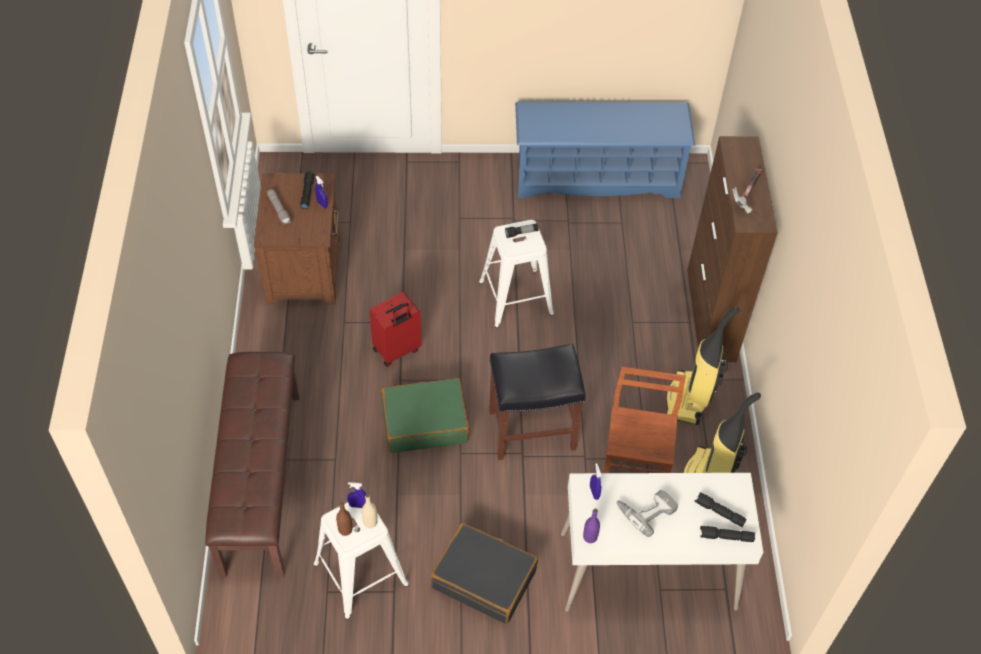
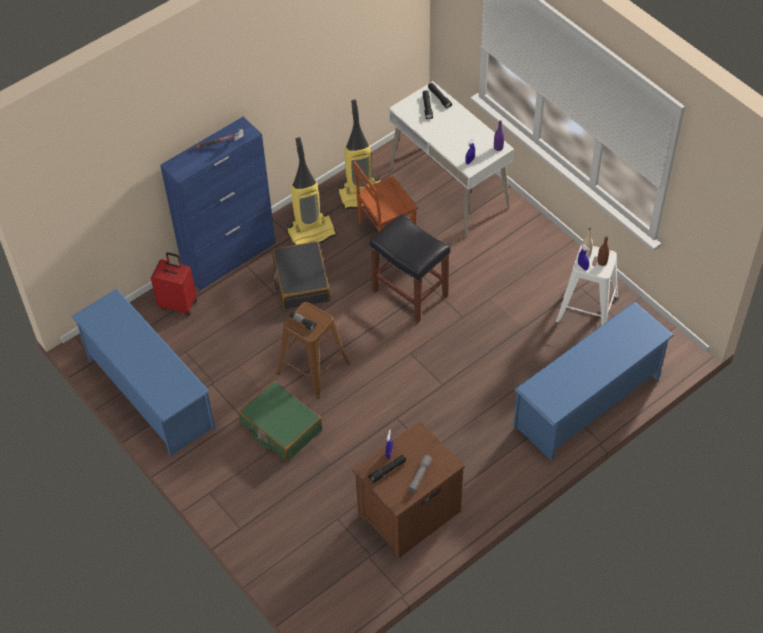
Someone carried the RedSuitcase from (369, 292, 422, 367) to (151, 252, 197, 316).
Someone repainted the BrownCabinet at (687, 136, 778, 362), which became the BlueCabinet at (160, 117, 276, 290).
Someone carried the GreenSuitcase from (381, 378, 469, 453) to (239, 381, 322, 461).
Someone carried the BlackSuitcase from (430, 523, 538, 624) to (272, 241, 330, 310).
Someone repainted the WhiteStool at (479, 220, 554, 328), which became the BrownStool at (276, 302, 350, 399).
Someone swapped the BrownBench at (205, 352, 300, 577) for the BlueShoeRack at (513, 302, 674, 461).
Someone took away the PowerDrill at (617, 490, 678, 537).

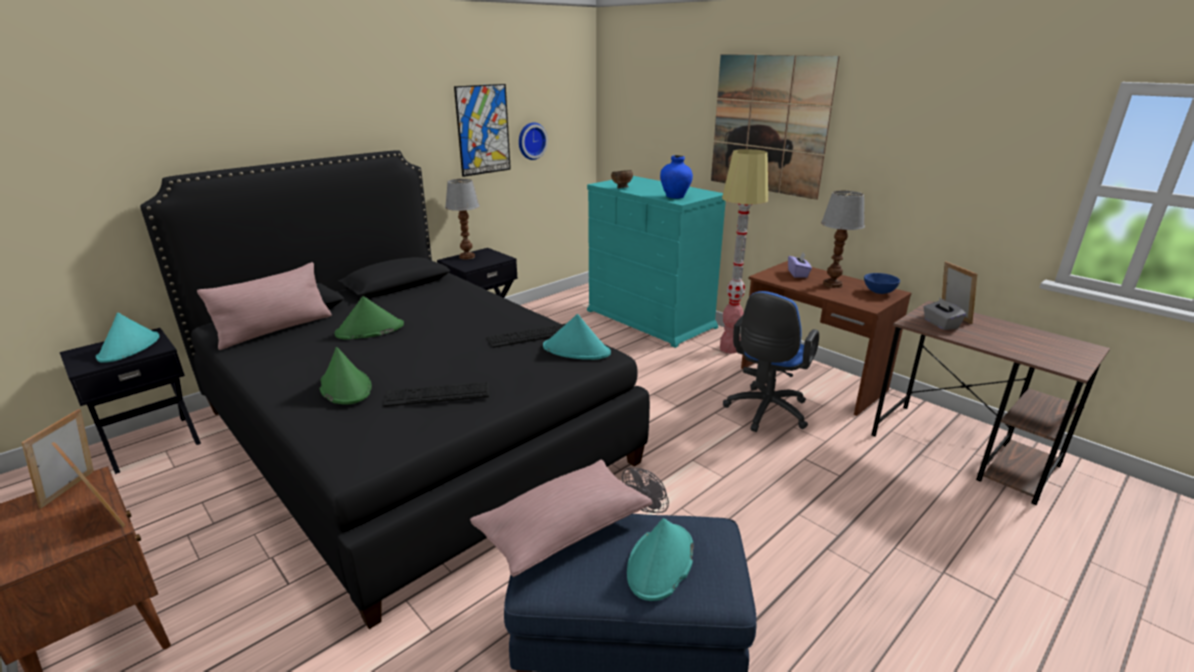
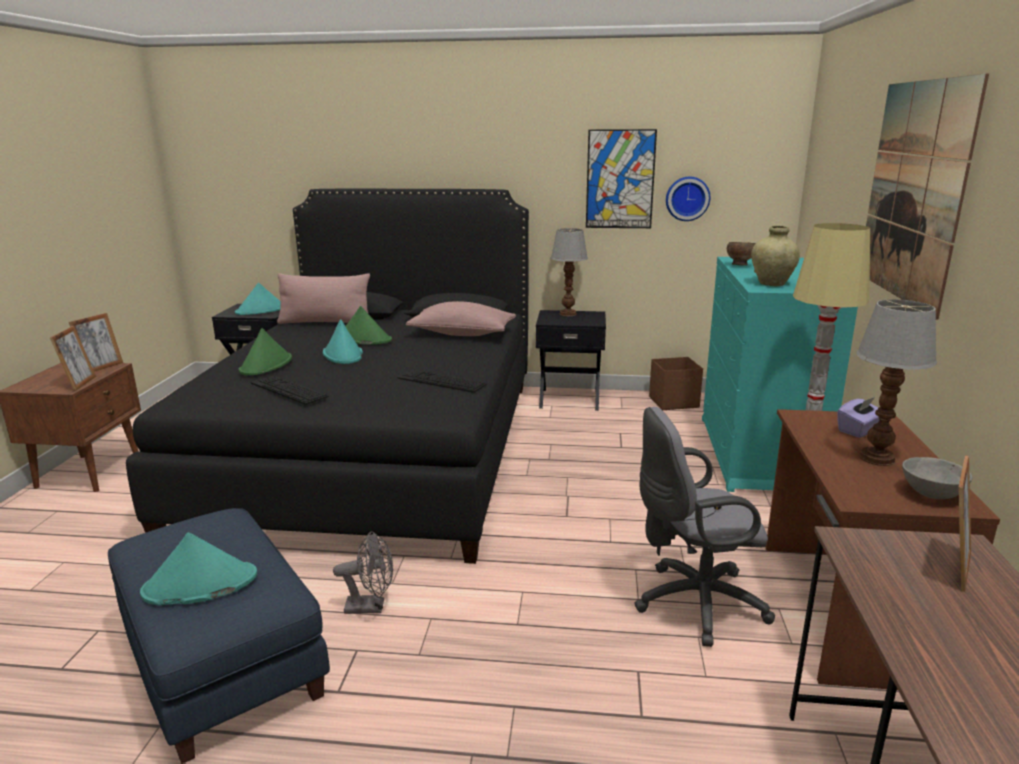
Someone rotated the PictureFrame at (21, 409, 94, 509) by 150 degrees clockwise.
Someone carried the TurquoiseHat from (543, 314, 611, 360) to (323, 319, 363, 364).
Someone carried the PinkPillow from (470, 460, 652, 577) to (406, 301, 516, 336).
Someone repainted the BlueOfficeChair at (723, 291, 819, 432), which became the GreyOfficeChair at (634, 407, 775, 647).
Someone put down the BrownStorageBox at (649, 357, 703, 410).
Someone repainted the BlueVase at (660, 155, 693, 199), which became the BeigeVase at (751, 226, 800, 286).
Someone repainted the BlueBowl at (864, 273, 900, 294), which became the GreyBowl at (902, 457, 972, 499).
Someone took away the GreyTissueBox at (923, 297, 966, 330).

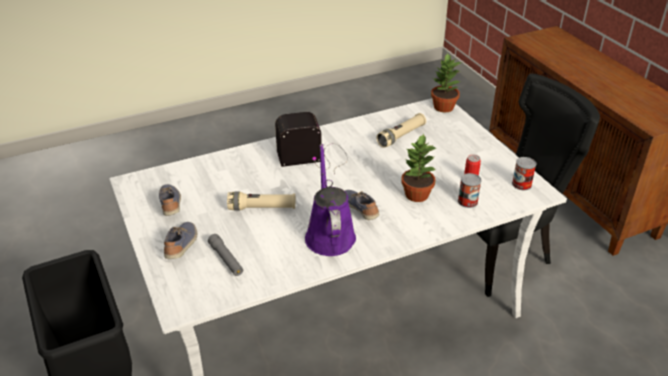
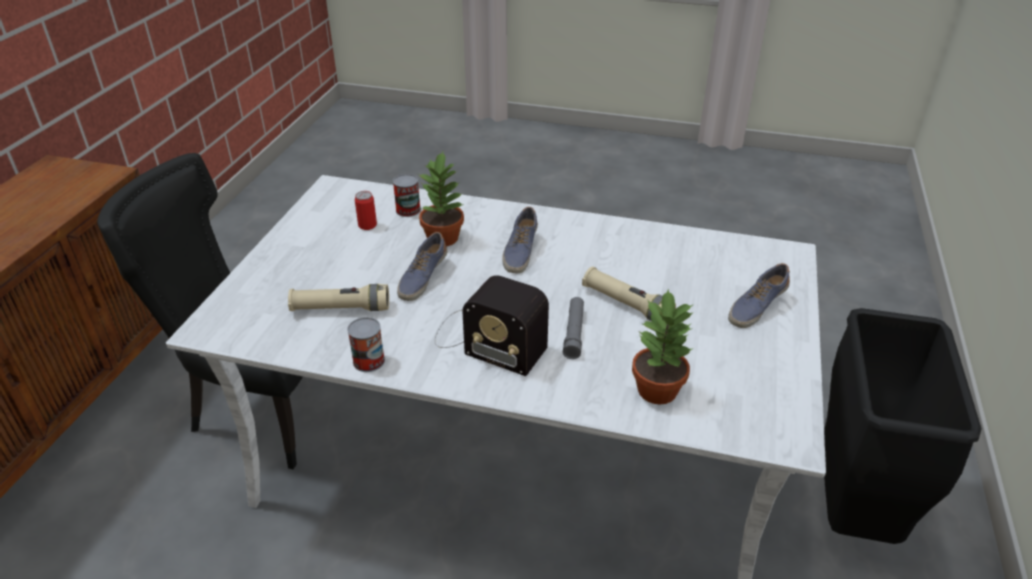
Someone carried the Can from (512, 157, 536, 190) to (347, 317, 385, 372).
Someone carried the Shoe from (159, 184, 181, 216) to (397, 232, 448, 301).
Someone carried the GreyFlashlight from (208, 234, 243, 276) to (563, 297, 584, 359).
Someone carried the PottedPlant from (431, 53, 462, 112) to (632, 289, 694, 404).
Someone took away the PurpleWateringCan at (305, 144, 356, 256).

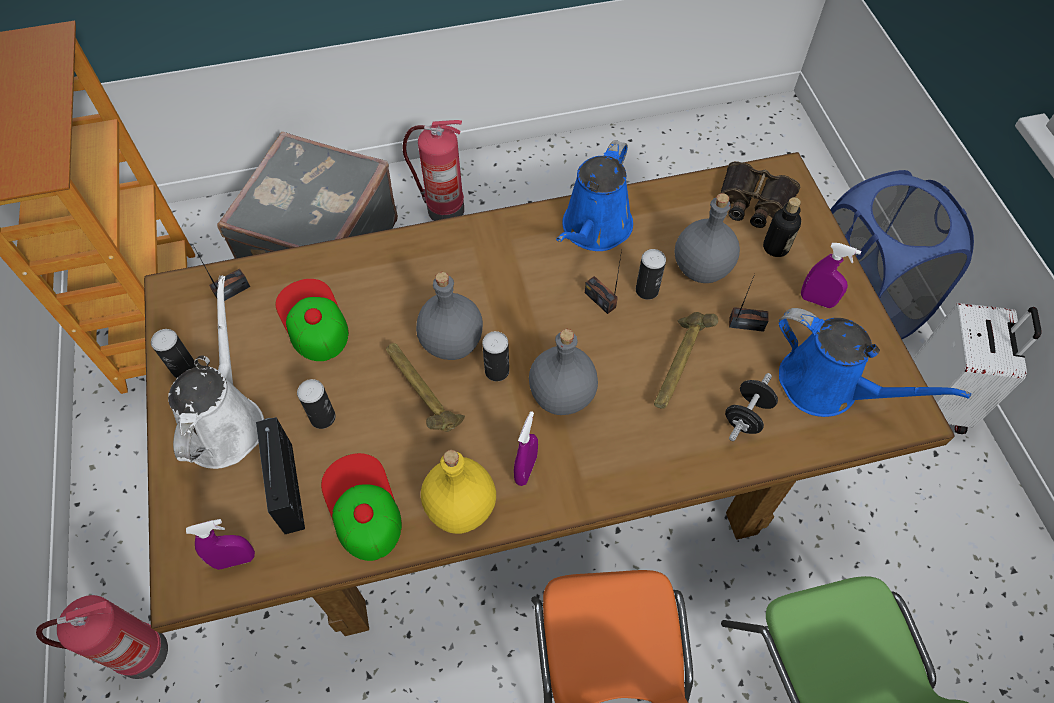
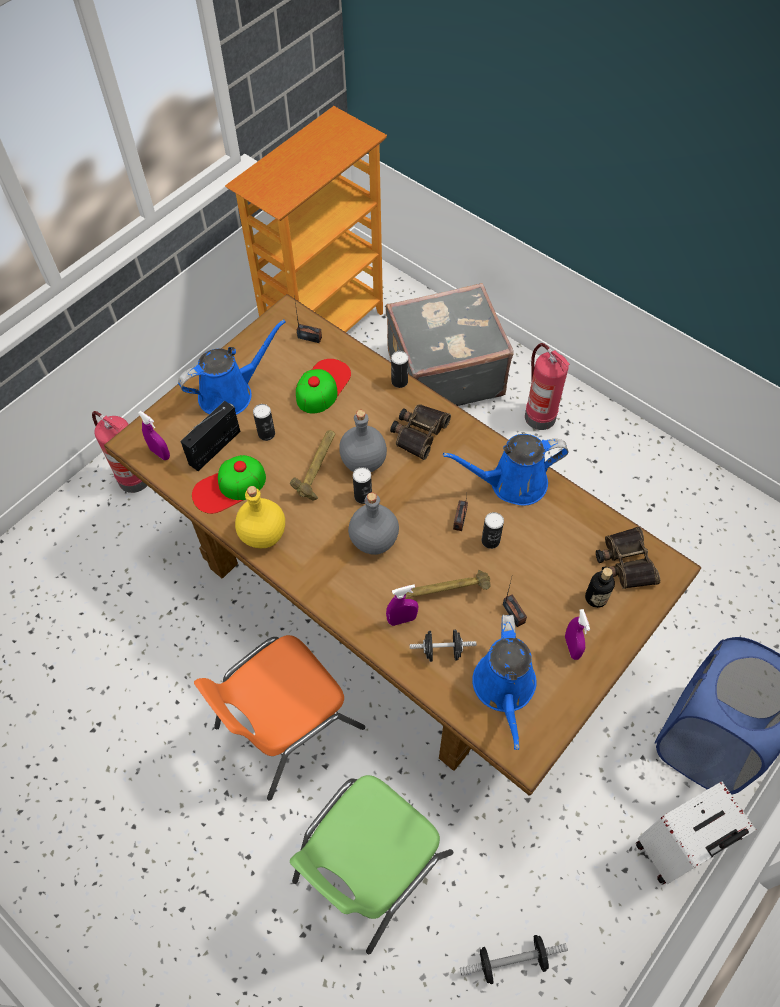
Someone repainted the WhiteWateringCan at (168, 276, 264, 469), which became the BlueWateringCan at (178, 319, 286, 415).
Someone rotated the Cap at (321, 453, 402, 561) by 150 degrees counterclockwise.
Someone carried the PurpleSprayBottle from (514, 411, 538, 486) to (386, 585, 418, 626).
Someone put down the Binoculars at (390, 404, 451, 460).
Someone carried the Can from (151, 329, 196, 378) to (391, 351, 408, 388).
Someone put down the Dumbbell at (460, 935, 568, 984).
Someone took away the GreyBottle at (675, 193, 740, 283).

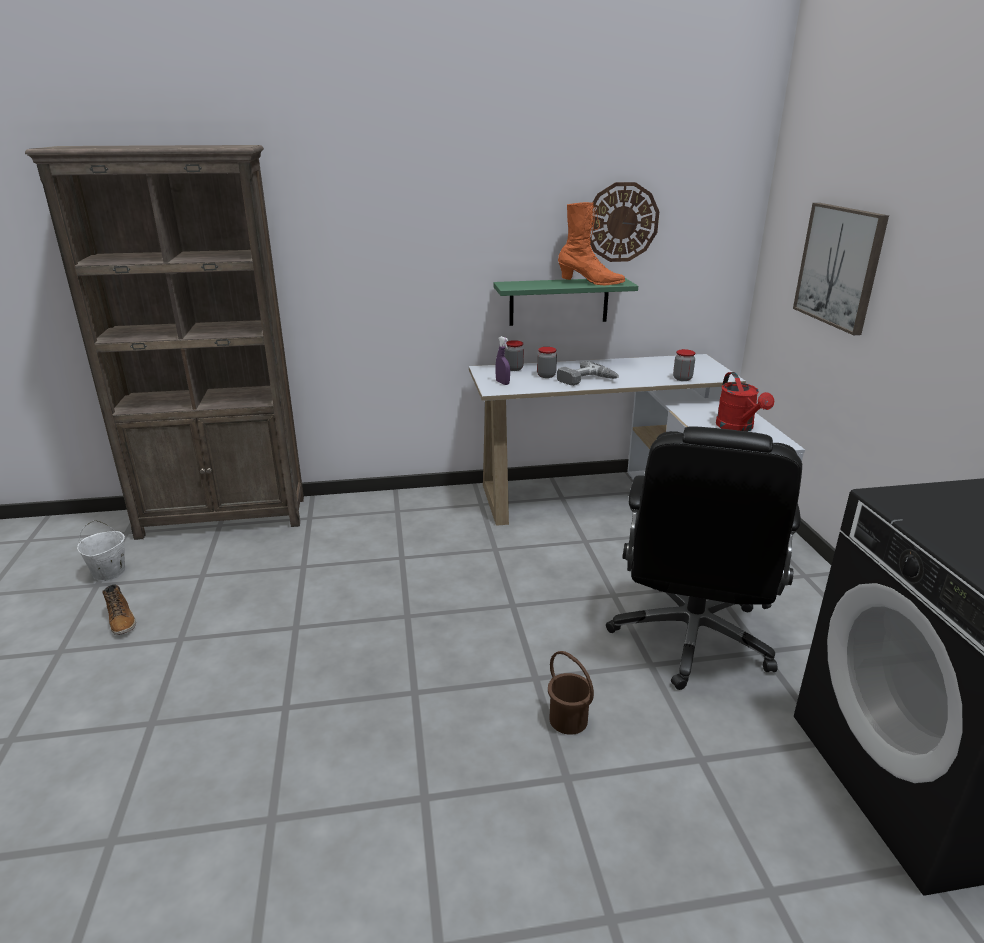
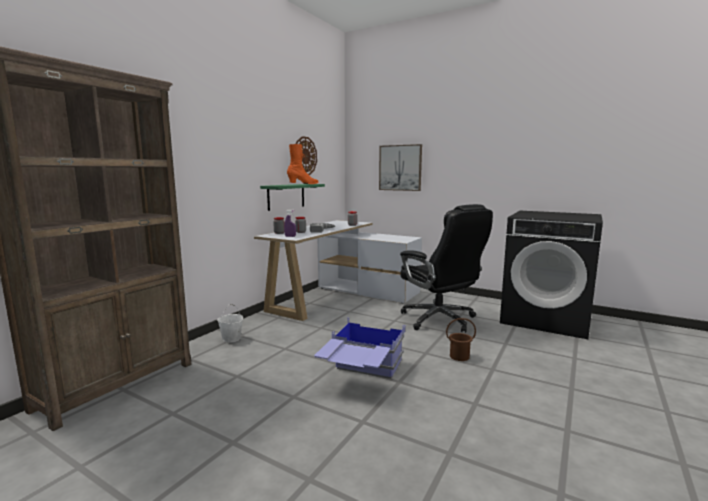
Someone carried the WhiteBucket from (77, 520, 125, 581) to (217, 304, 243, 343).
Someone put down the BlueStorageBox at (314, 318, 405, 379).
Someone took away the Boot at (102, 585, 136, 635).
Someone took away the RedWateringCan at (716, 372, 774, 432).

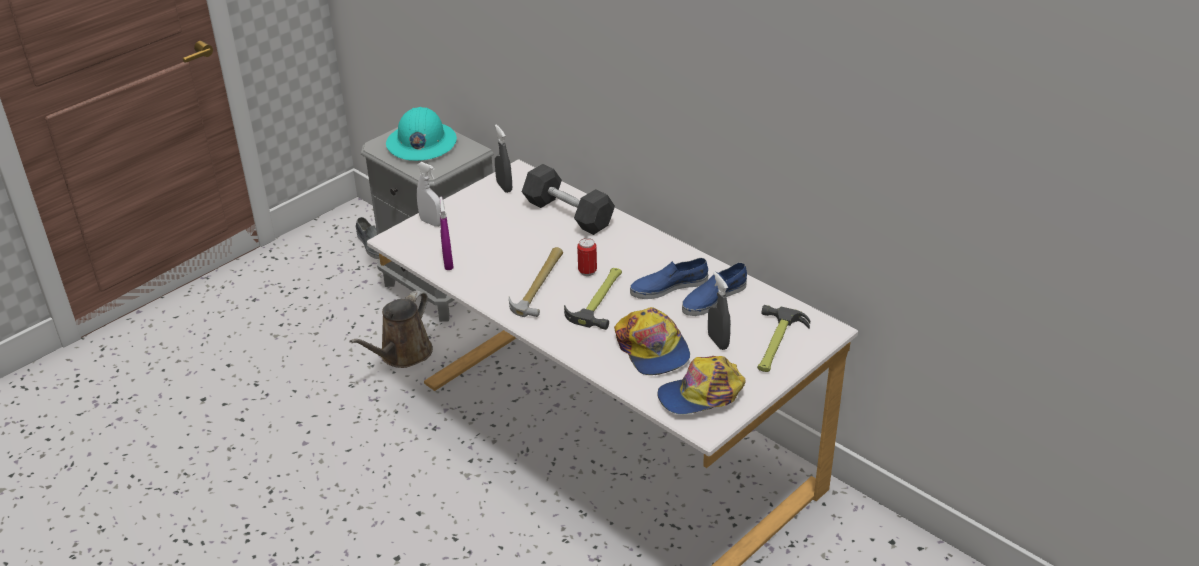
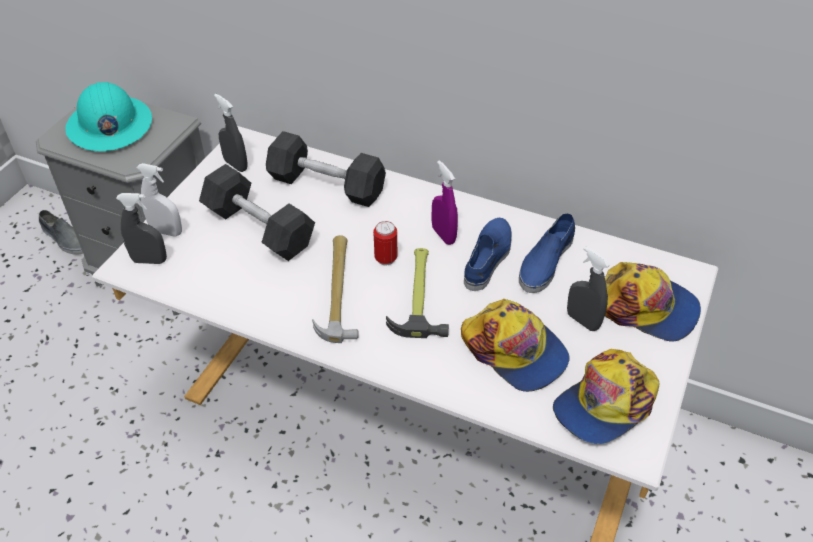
Someone put down the GreySprayBottle at (116, 193, 167, 264).
Someone put down the GreyDumbbell at (199, 164, 315, 261).
Someone carried the PurpleSprayBottle from (439, 197, 454, 270) to (432, 160, 458, 245).
Someone rotated the BlueShoe at (630, 258, 708, 299) by 150 degrees clockwise.
Someone swapped the Hammer at (757, 305, 810, 372) for the Cap at (605, 262, 701, 342).
Someone took away the BrownWateringCan at (350, 290, 433, 368).

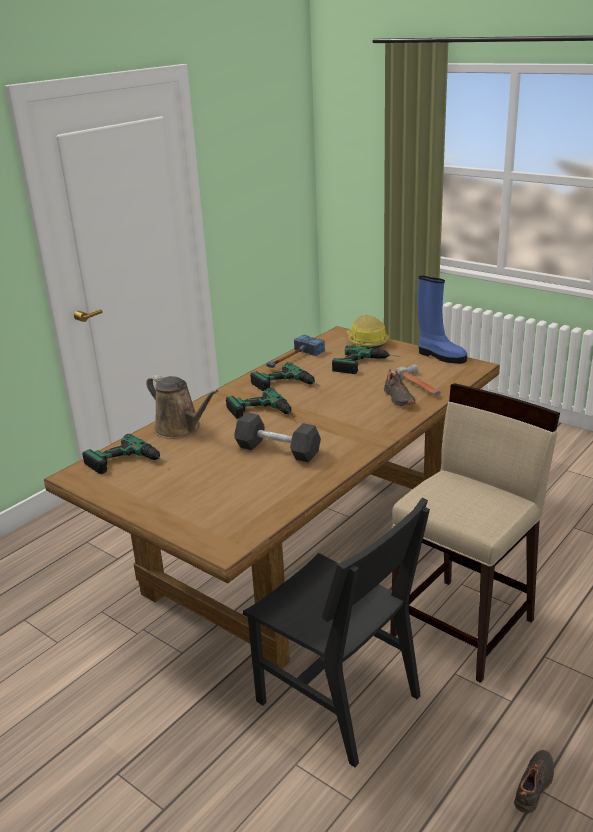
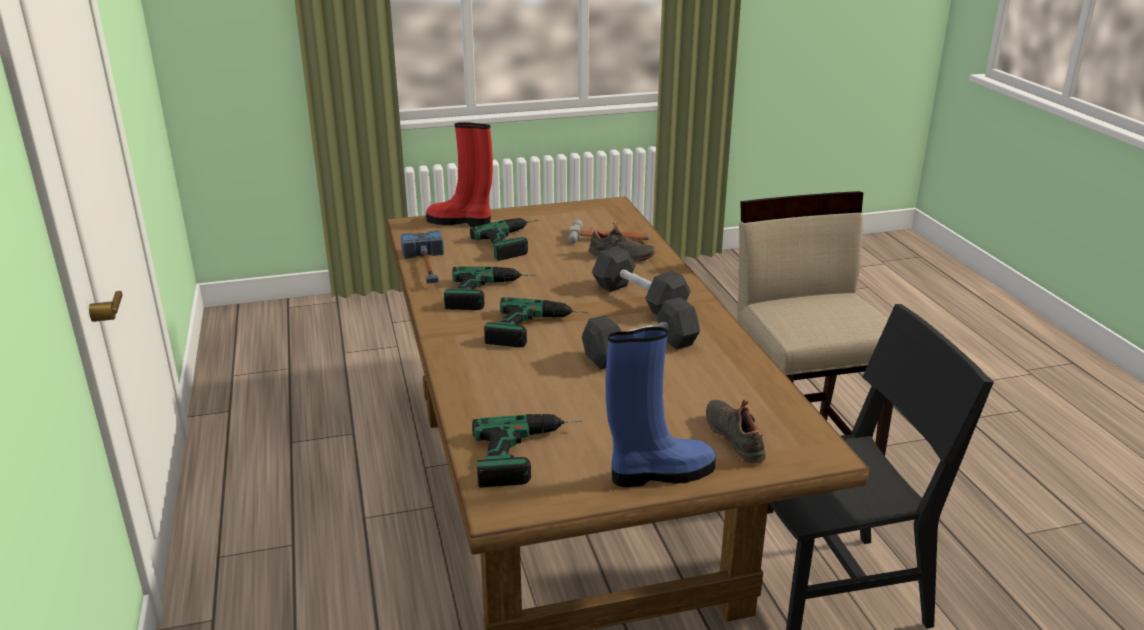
Someone swapped the HardHat at (346, 315, 389, 349) for the RedBoot at (426, 122, 493, 227).
Someone put down the BlackDumbbell at (592, 246, 691, 315).
Someone carried the BlueBoot from (417, 276, 467, 364) to (605, 327, 716, 487).
Someone carried the BlackShoe from (514, 750, 554, 813) to (706, 399, 766, 464).
Someone took away the BrownWateringCan at (146, 375, 218, 439).

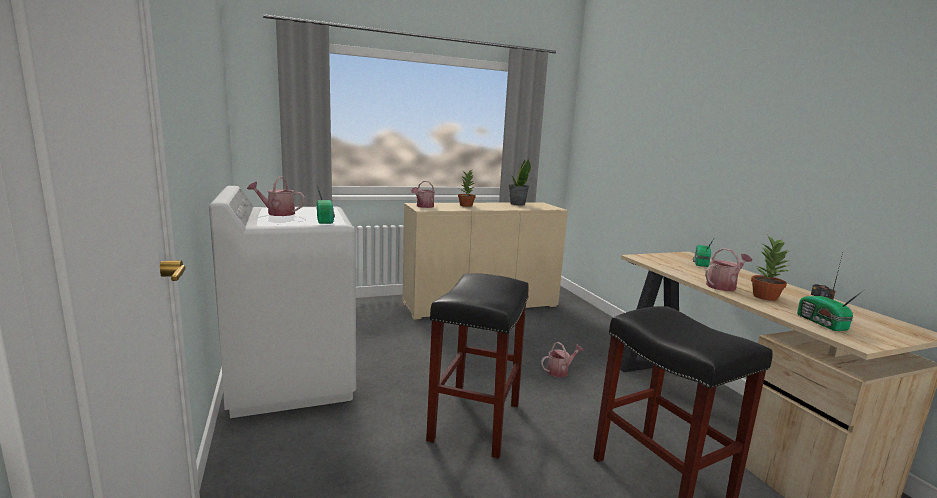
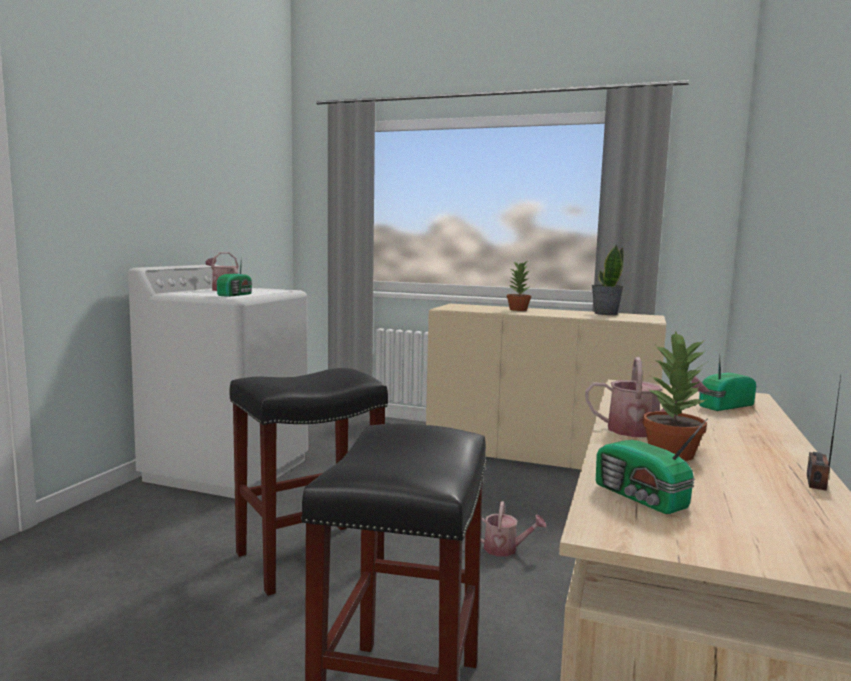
Someone rotated the Radio at (797, 289, 865, 331) by 60 degrees counterclockwise.
Someone took away the WateringCan at (411, 181, 435, 208).

